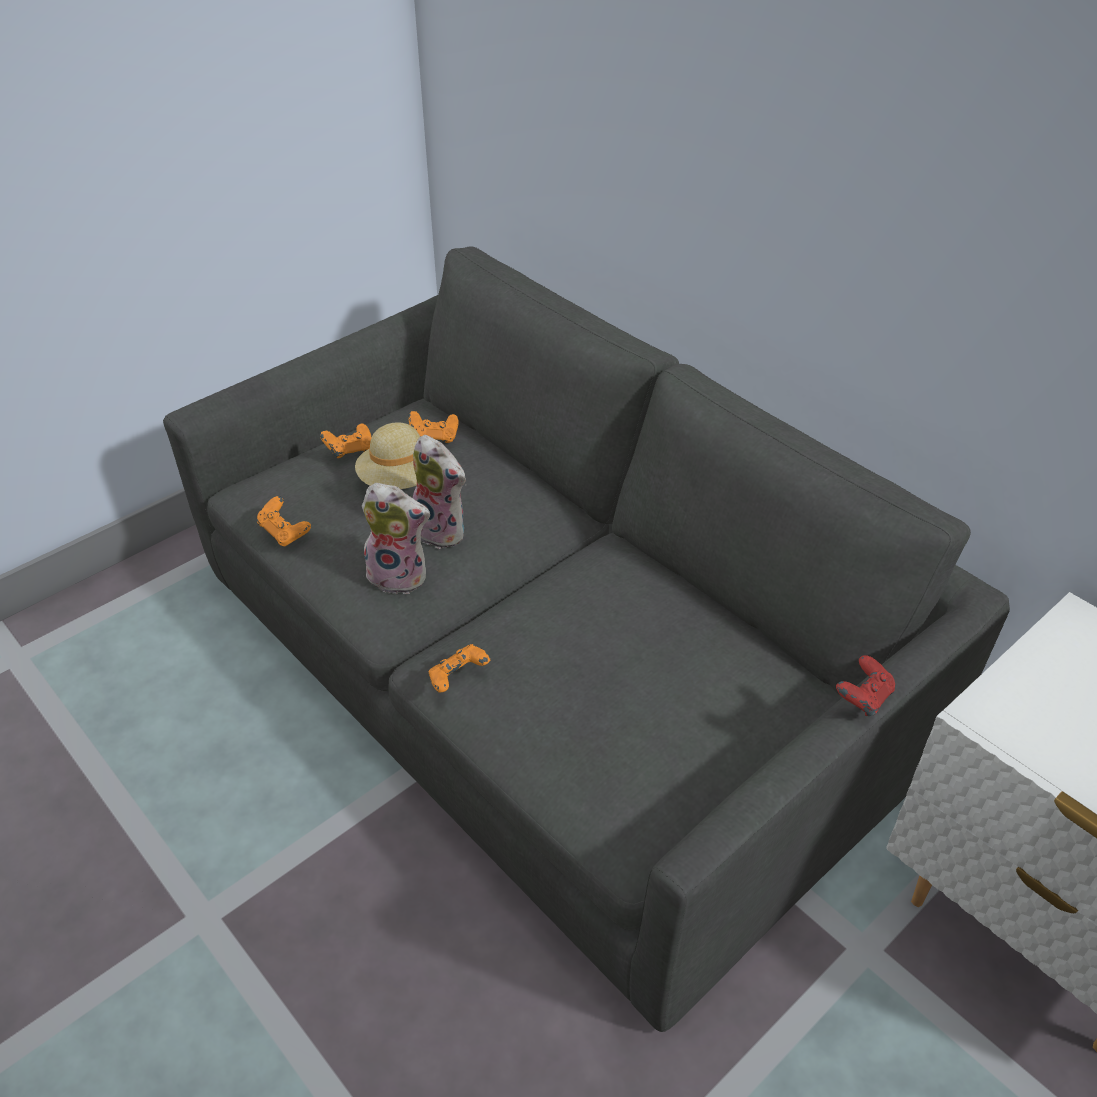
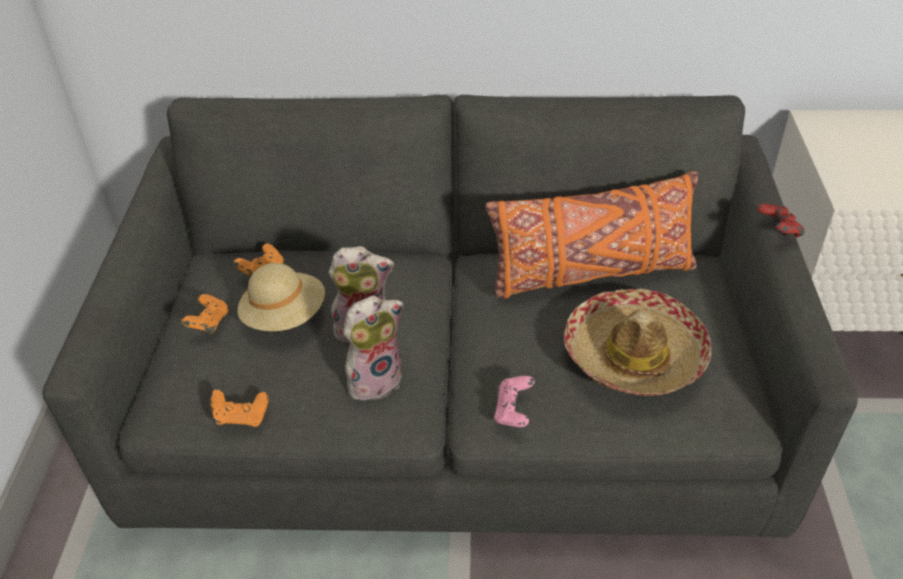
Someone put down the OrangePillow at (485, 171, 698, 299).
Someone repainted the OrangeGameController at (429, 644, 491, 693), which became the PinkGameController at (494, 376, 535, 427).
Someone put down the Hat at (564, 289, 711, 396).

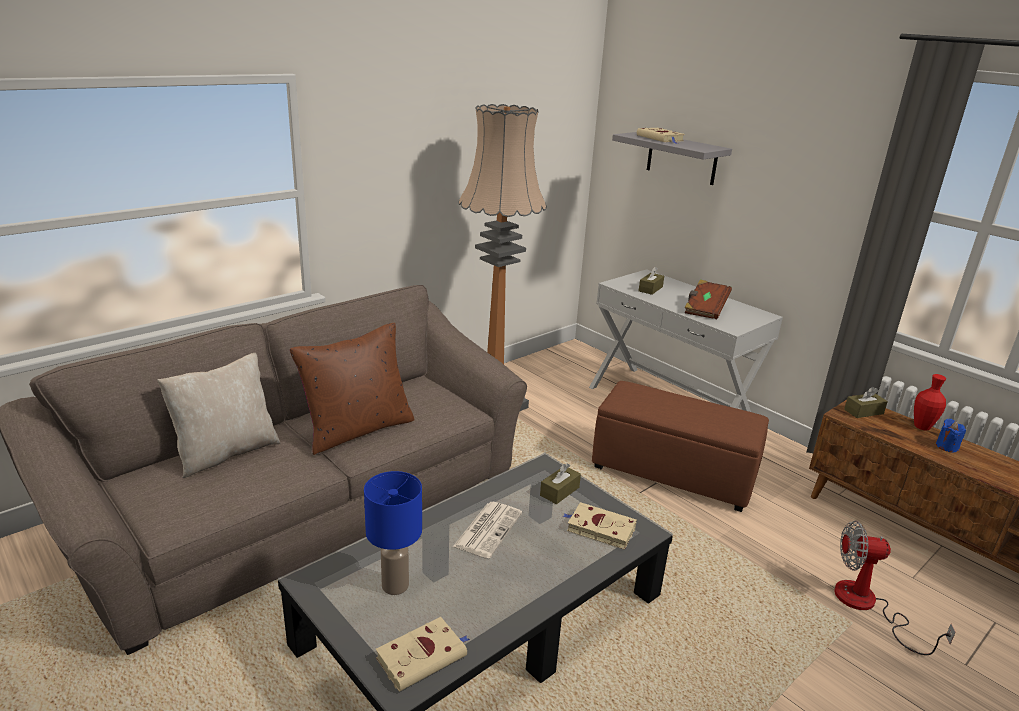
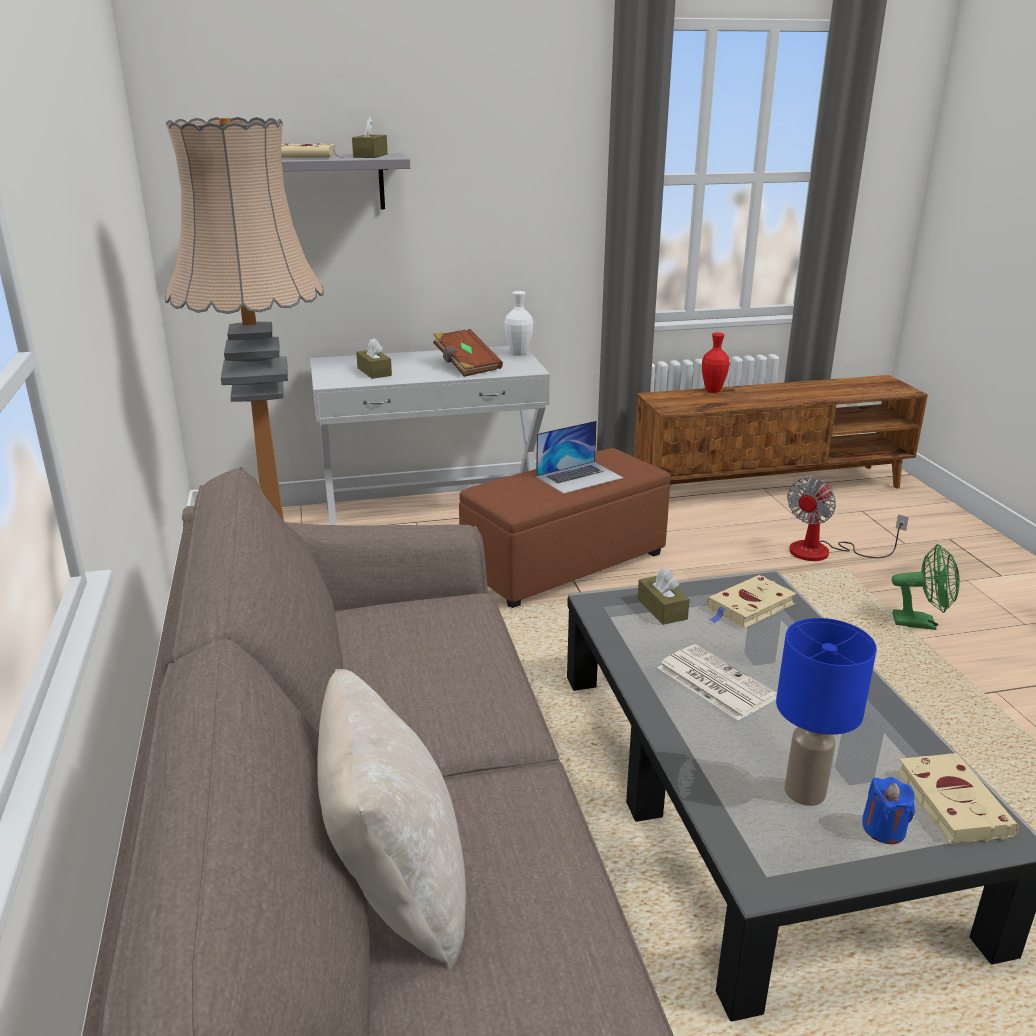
Someone carried the BrownTissueBox from (844, 387, 888, 418) to (352, 117, 388, 158).
Someone put down the WhiteVase at (505, 291, 533, 356).
Someone put down the Laptop at (536, 421, 623, 494).
Someone carried the BlueCandle from (936, 419, 966, 452) to (862, 777, 915, 844).
Someone put down the GreenFan at (892, 544, 960, 630).
Someone took away the BrownPillow at (290, 323, 414, 455).

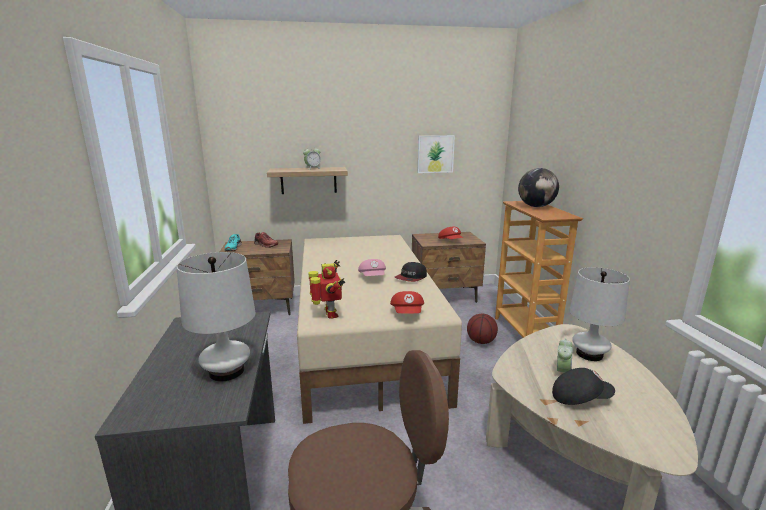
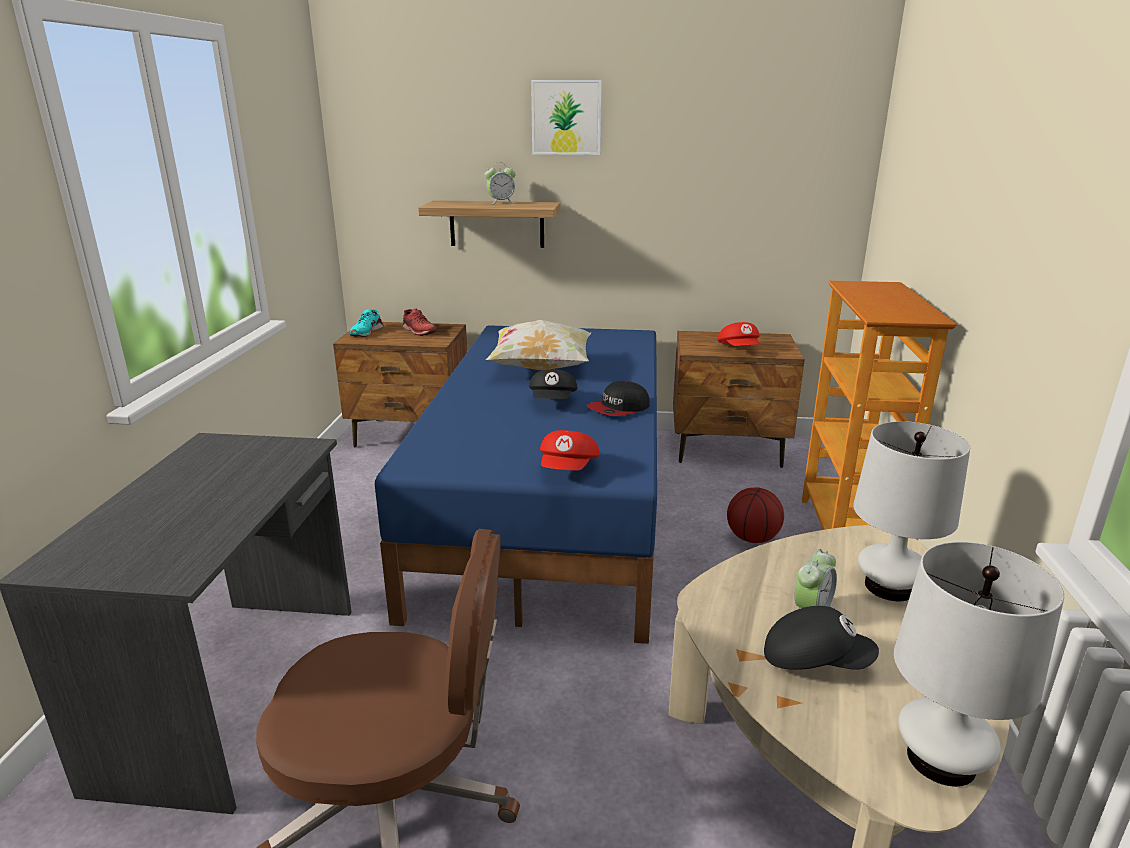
Someone repainted the BeigeBed at (297, 235, 462, 424), which became the BlueBed at (375, 325, 657, 644).
Someone put down the Pillow at (485, 320, 591, 370).
Someone repainted the PinkCap at (358, 259, 386, 276), which became the BlackCap at (529, 369, 578, 399).
Someone carried the Picture from (417, 135, 455, 173) to (531, 80, 602, 155).
Someone carried the WhiteTableLamp from (177, 252, 256, 381) to (894, 542, 1064, 787).
Someone took away the ToyRobot at (308, 260, 345, 319).
Someone took away the Globe at (518, 168, 559, 207).

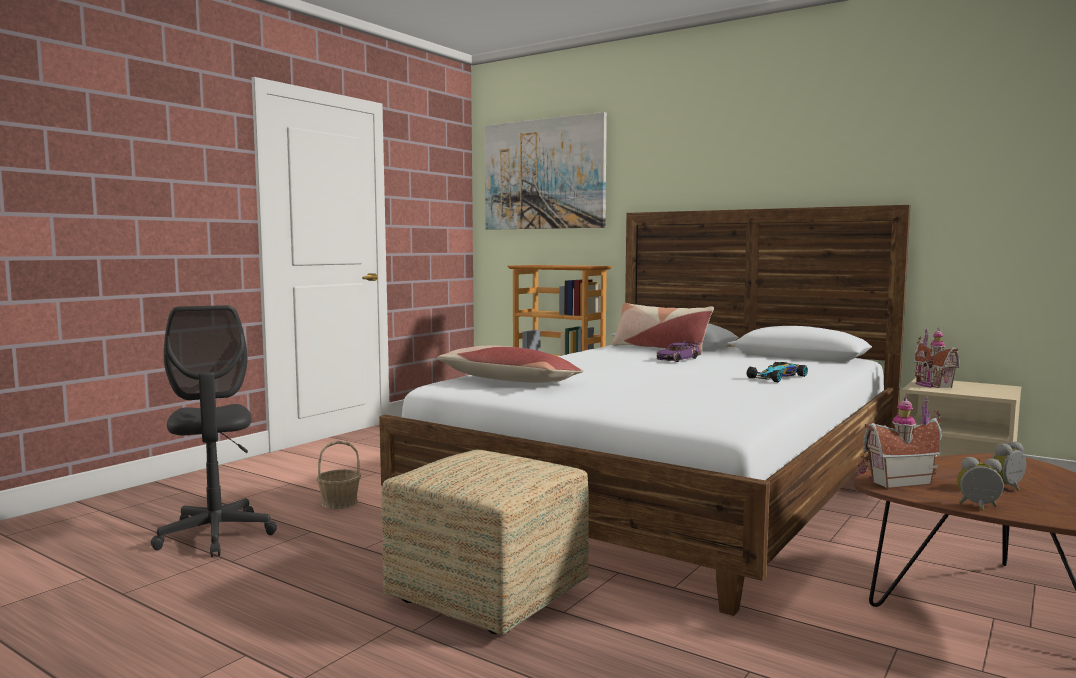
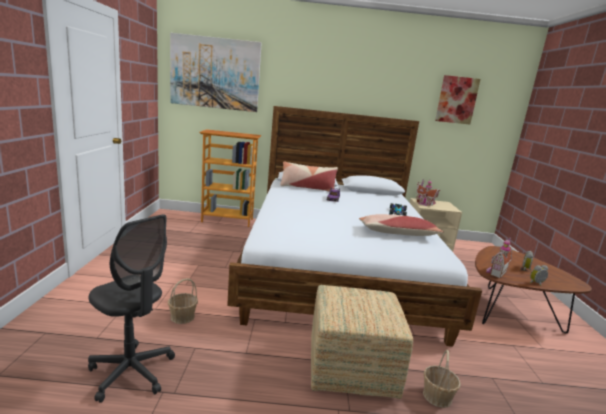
Someone carried the Pillow from (437, 346, 584, 383) to (359, 214, 444, 236).
Someone put down the Basket at (423, 350, 461, 408).
Someone put up the Picture at (435, 75, 480, 125).

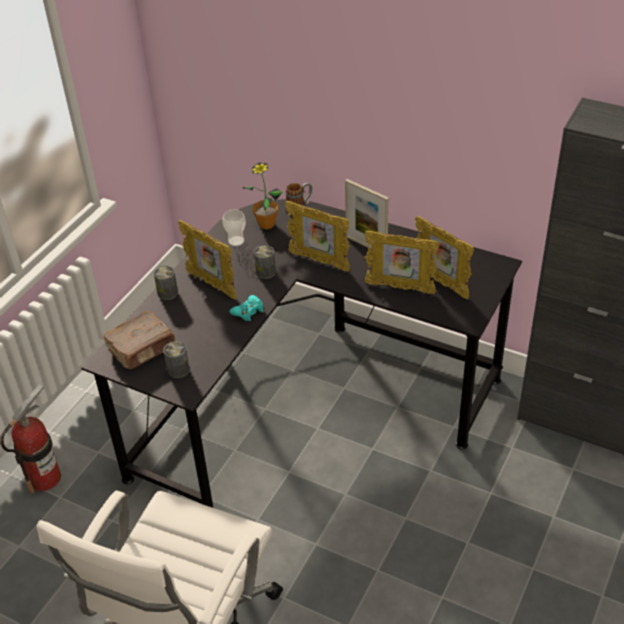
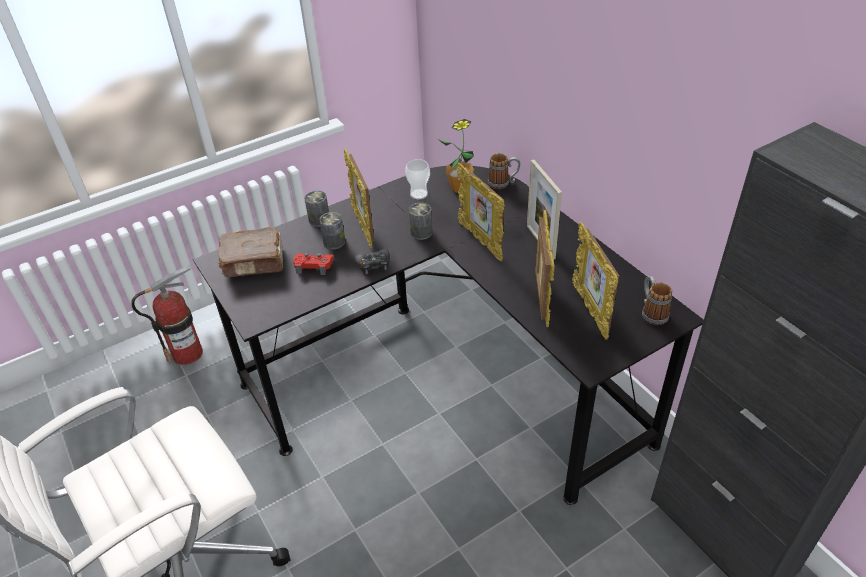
Someone put down the RedGameController at (293, 252, 334, 275).
Someone carried the Can from (163, 341, 190, 378) to (319, 212, 345, 249).
Someone repainted the TurquoiseGameController at (229, 295, 264, 321), which became the BlackGameController at (354, 249, 390, 274).
Someone rotated the PictureFrame at (365, 231, 439, 294) by 135 degrees counterclockwise.
Someone put down the Mug at (642, 276, 672, 325).

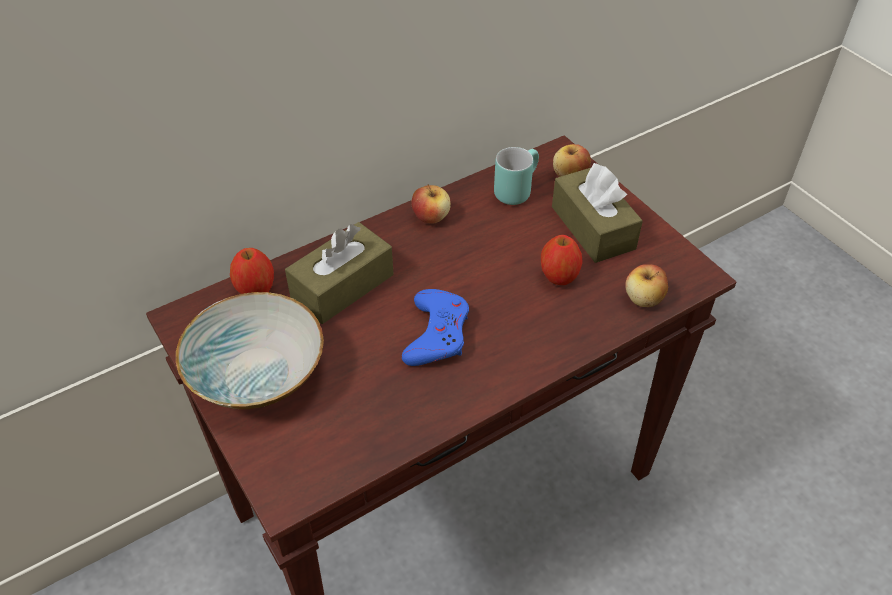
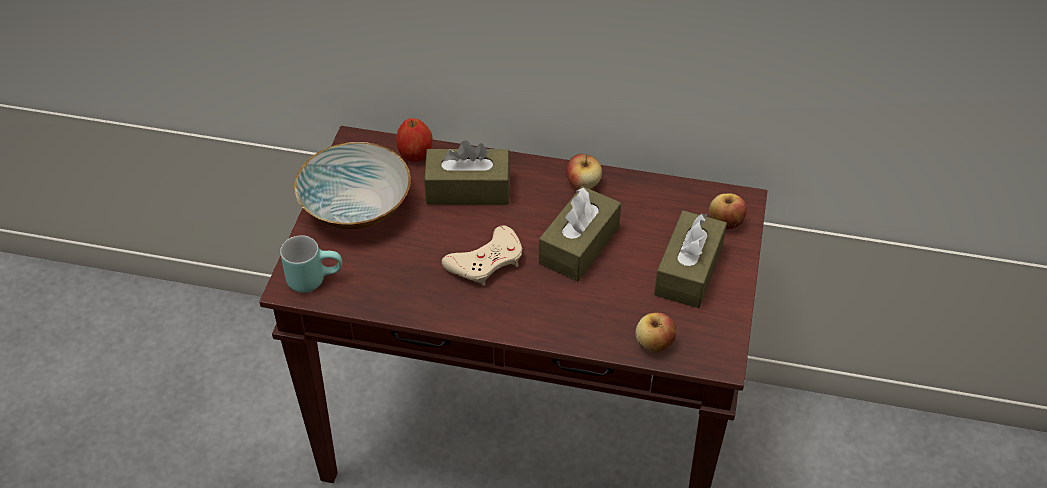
Someone carried the TurquoiseMug from (494, 147, 539, 205) to (280, 235, 342, 293).
Someone repainted the BlueGameController at (402, 289, 469, 366), which became the BeigeGameController at (442, 225, 522, 286).
Someone put down the BrownTissueBox at (539, 186, 621, 281).
Someone took away the Apple at (541, 235, 583, 285).

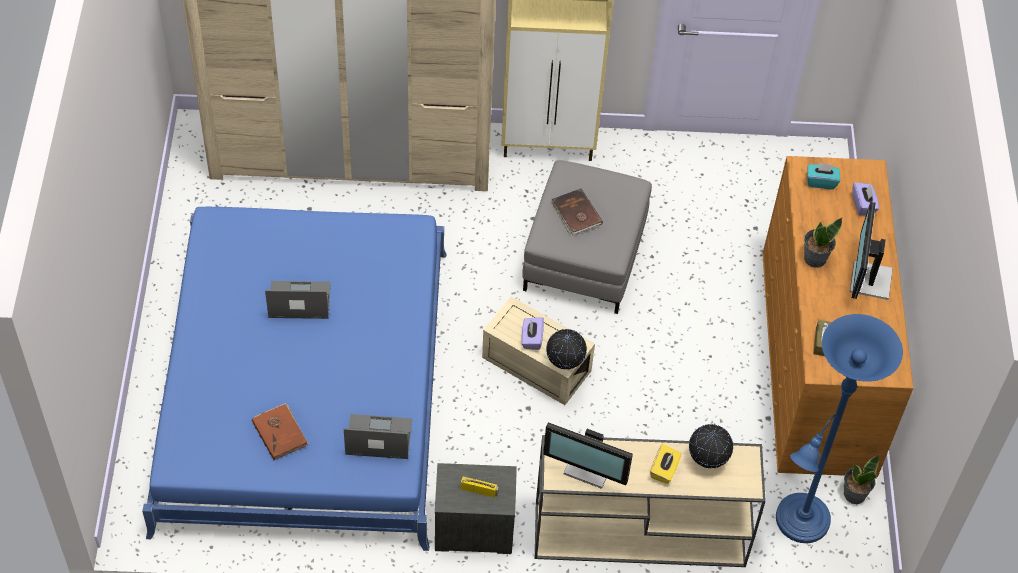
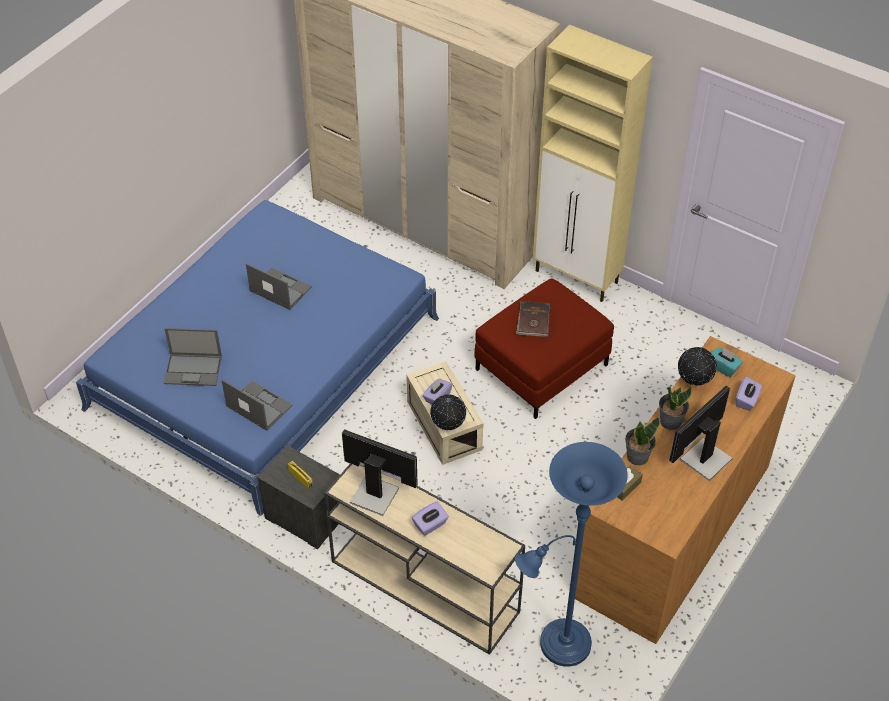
Someone swapped the BrownBook at (252, 403, 308, 460) for the Laptop at (164, 328, 222, 386).
Someone rotated the Monitor at (543, 422, 633, 489) by 150 degrees clockwise.
Someone repainted the YellowTissueBox at (650, 444, 681, 484), which became the PurpleTissueBox at (412, 501, 449, 536).
Someone repainted the GreyOttoman at (522, 160, 652, 314), which became the RedOttoman at (474, 278, 614, 419).
Someone carried the PottedPlant from (844, 455, 879, 504) to (625, 417, 660, 466).
Someone carried the Globe from (689, 424, 733, 468) to (678, 347, 717, 386).

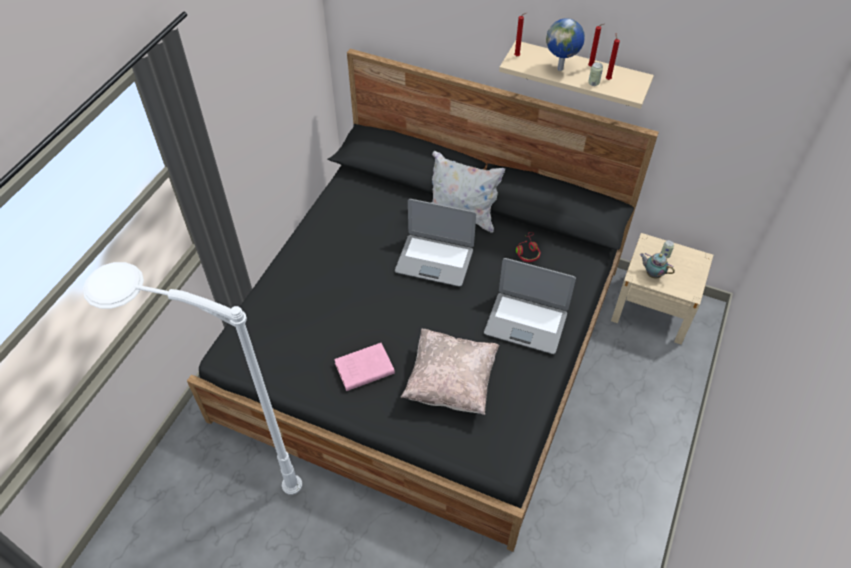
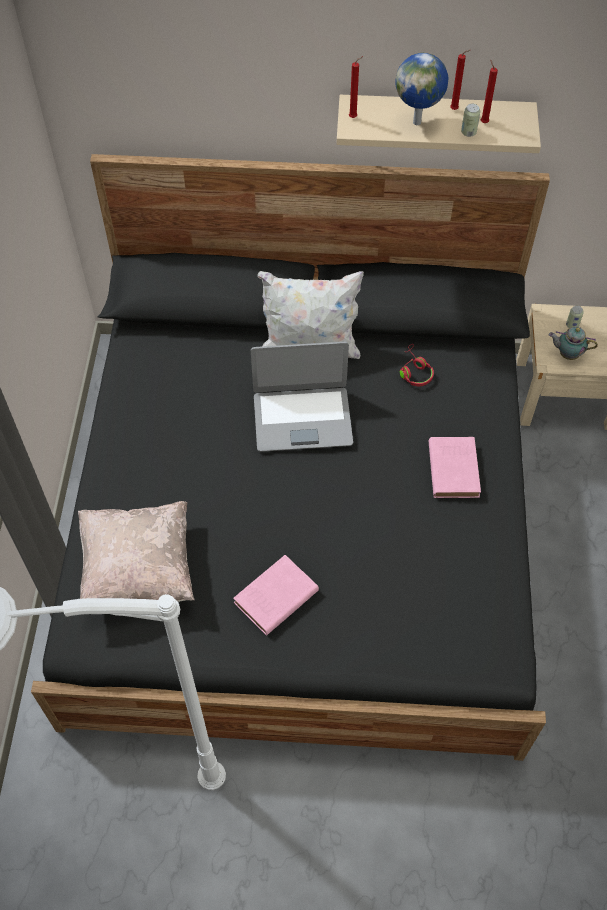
Someone carried the BeigePillow from (400, 329, 499, 415) to (78, 501, 195, 602).
Someone swapped the Laptop at (484, 258, 576, 354) for the PinkBook at (429, 437, 481, 498).

